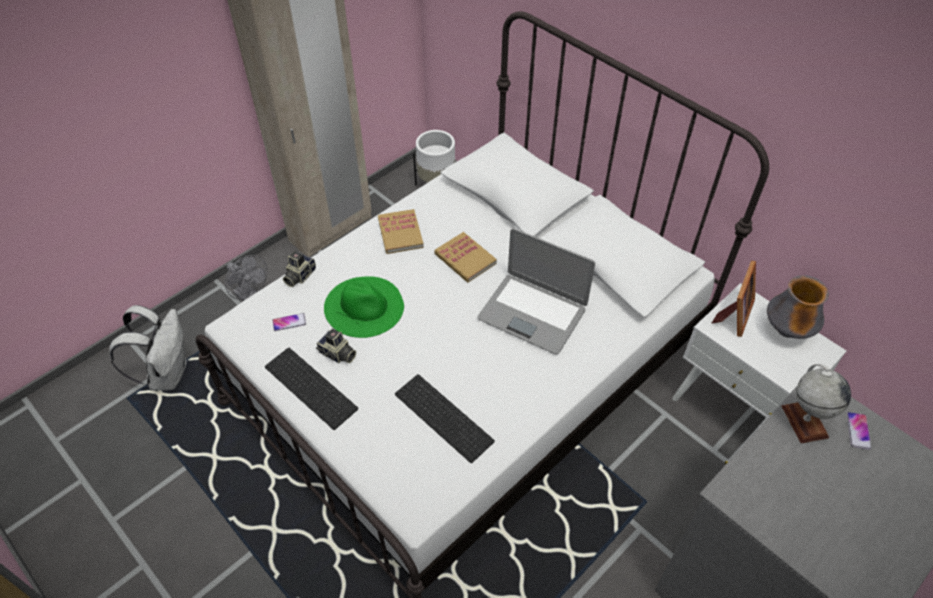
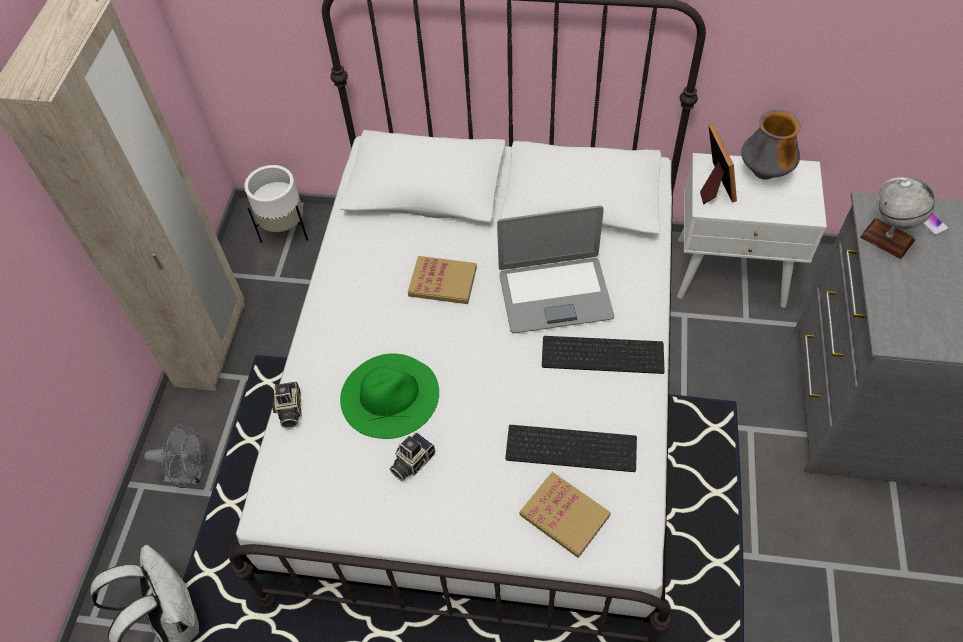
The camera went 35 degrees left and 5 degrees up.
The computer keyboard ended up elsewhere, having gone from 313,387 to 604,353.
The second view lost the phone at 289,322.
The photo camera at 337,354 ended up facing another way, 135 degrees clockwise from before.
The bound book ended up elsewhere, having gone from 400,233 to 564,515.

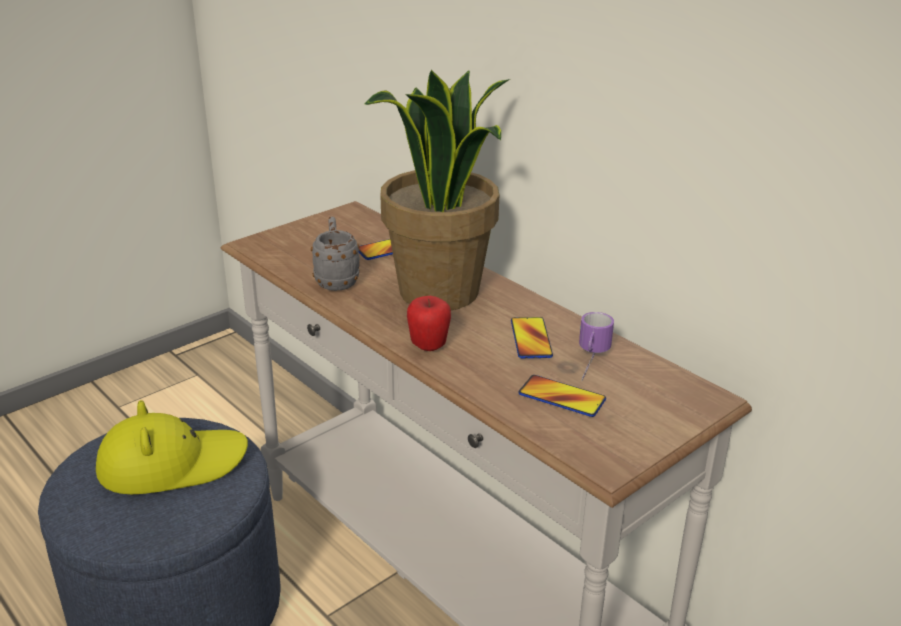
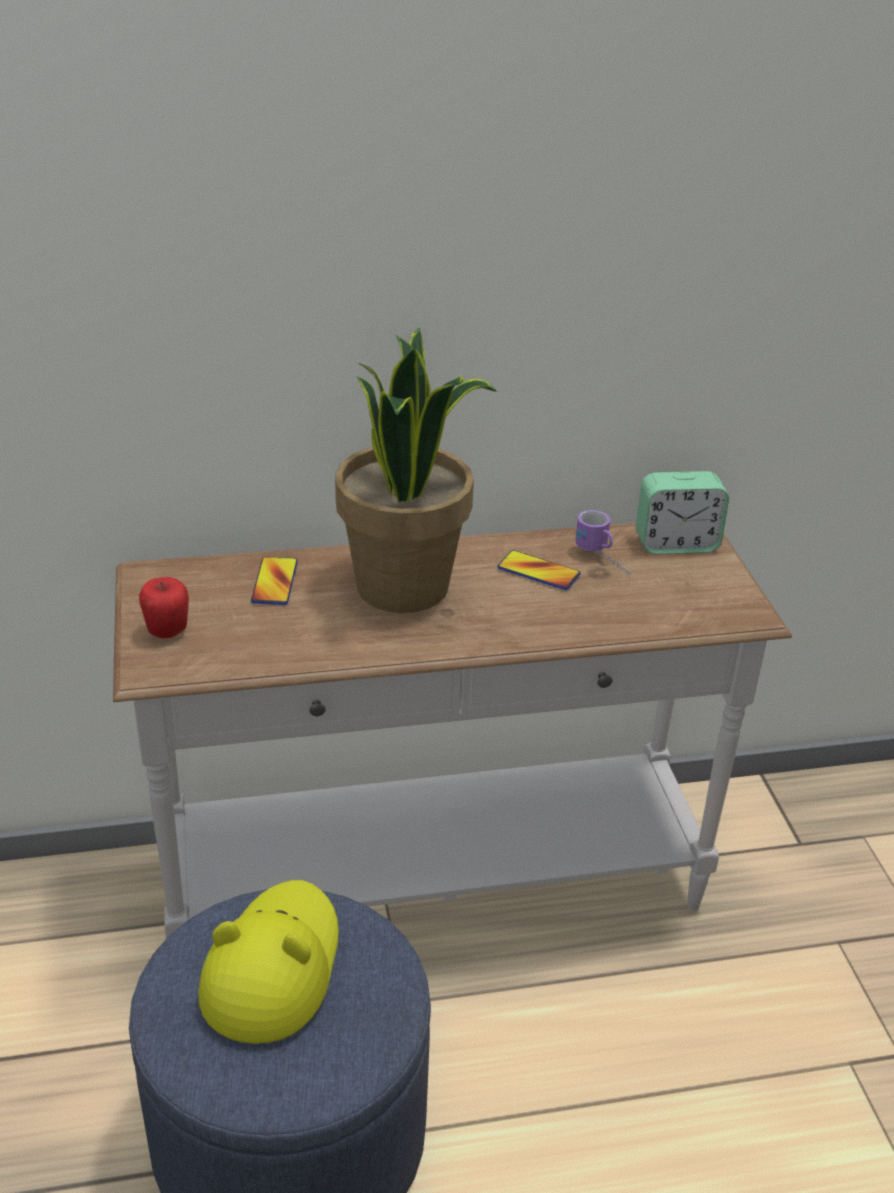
The camera went 60 degrees left and 5 degrees up.
The second view lost the tea mug in greyish at 336,279.
The apple ended up elsewhere, having gone from 428,346 to 167,632.
The second view lost the phone at 561,397.
The second view gained the table clock at 676,544.

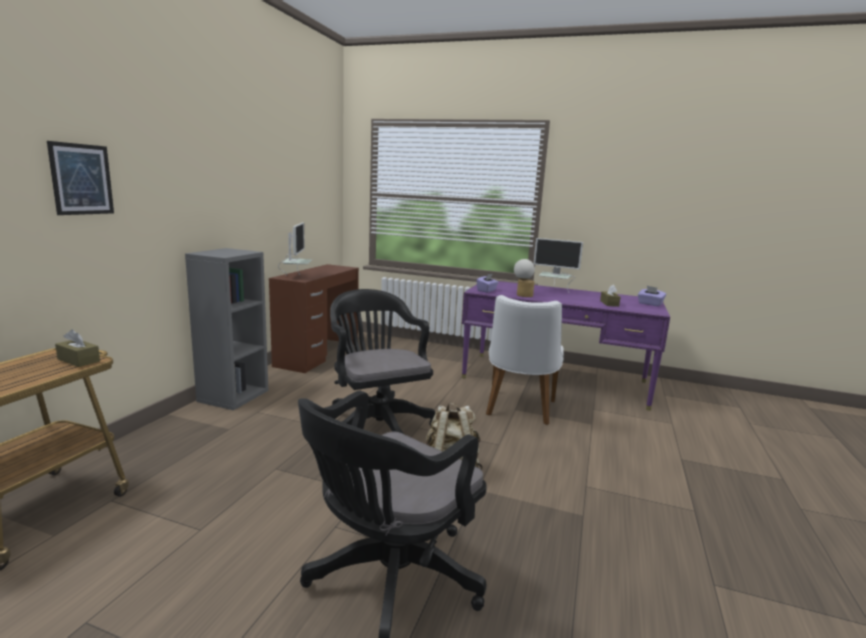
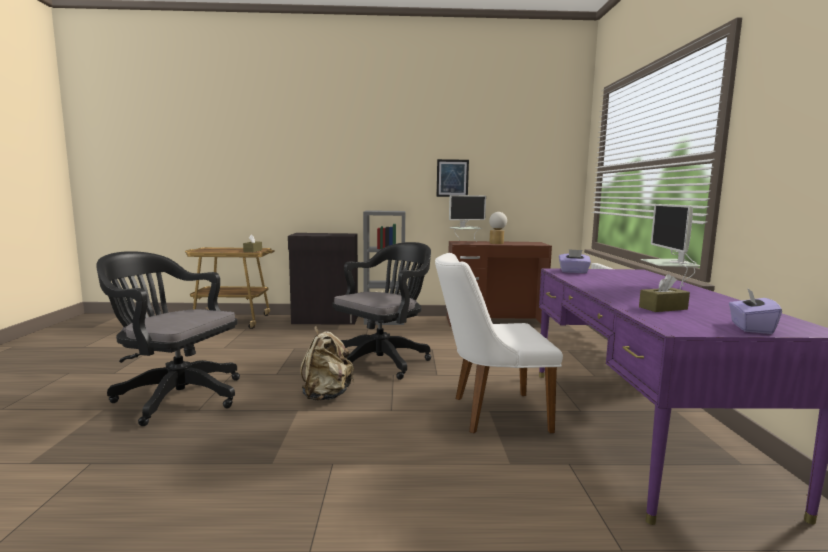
The camera went 70 degrees right and 5 degrees down.
The wall picture ended up elsewhere, having gone from 82,179 to 452,178.
The lamp for a table ended up elsewhere, having gone from 522,295 to 497,243.
The second view gained the cupboard in black at 326,320.

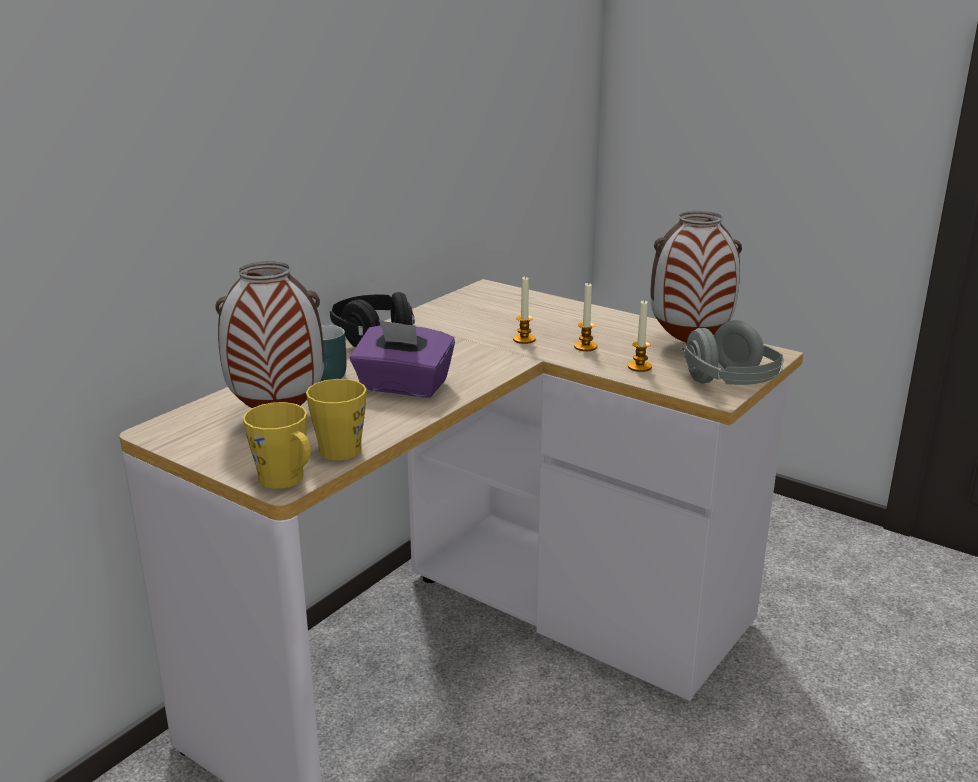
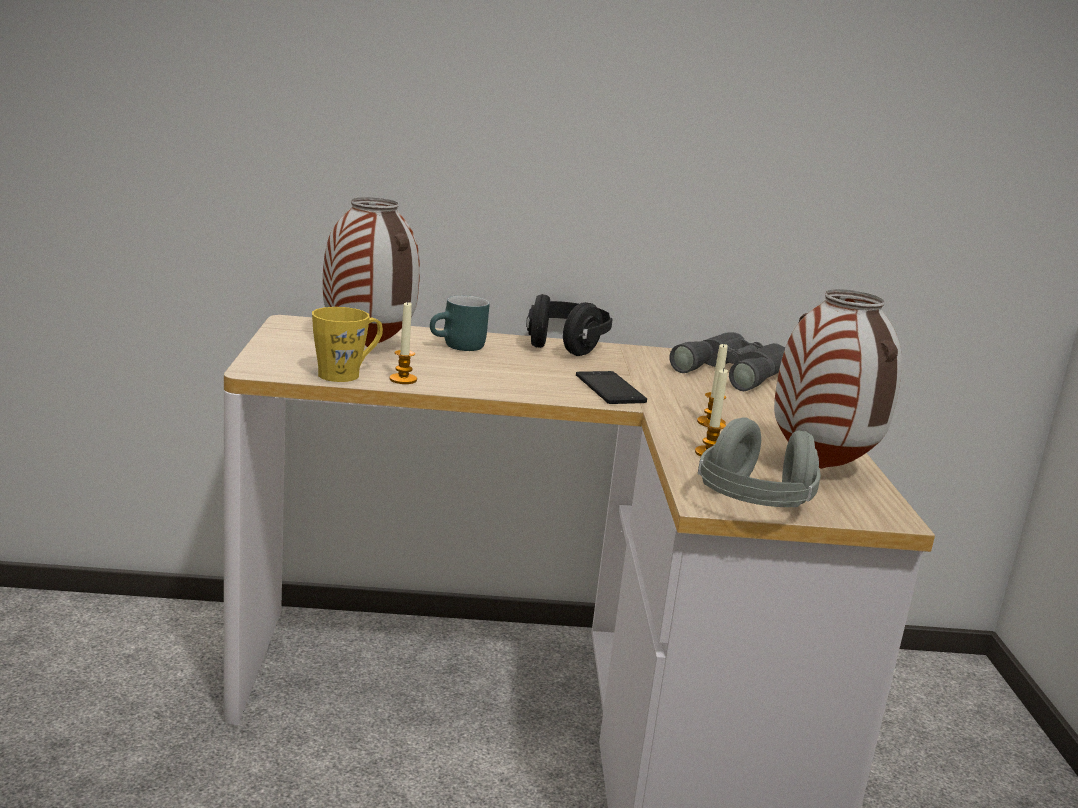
The camera went 50 degrees right and 5 degrees down.
The second view lost the tea mug in yellow at 286,480.
The second view lost the tissue holder in purple-coloured at 403,386.
The candle ended up elsewhere, having gone from 524,339 to 403,379.
The second view gained the phone at 610,389.
The second view gained the binoculars in greyish at 735,371.

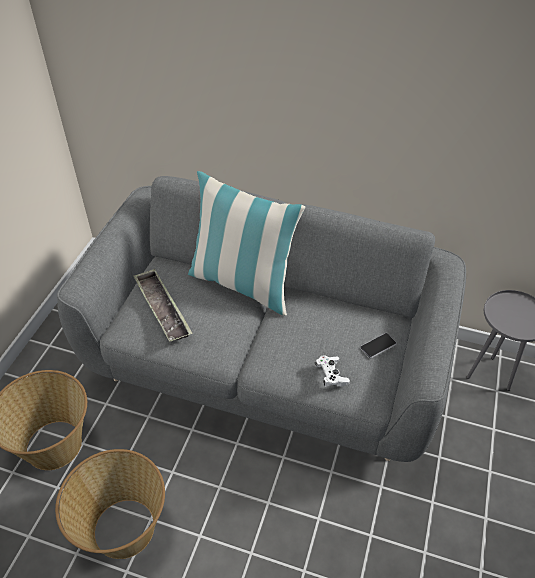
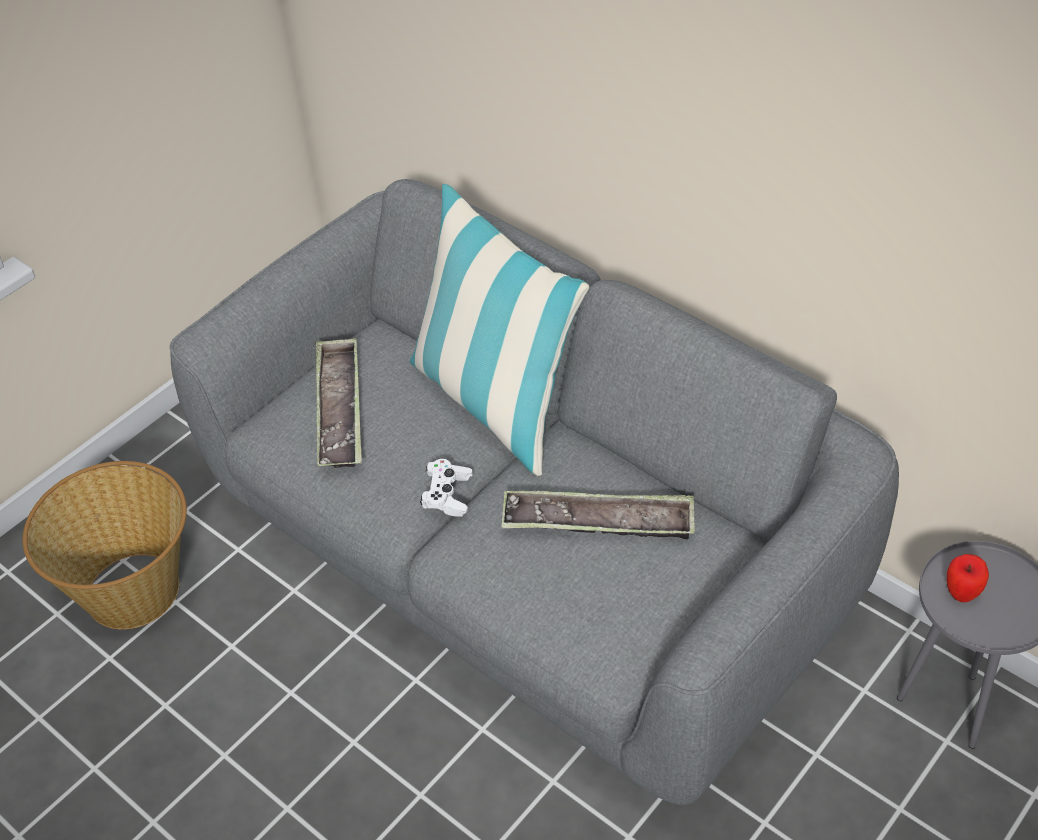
The camera went 25 degrees right and 0 degrees up.
The second view lost the household basket at 123,528.
The joypad in white-coloured ended up elsewhere, having gone from 331,375 to 447,495.
The second view lost the phone at 378,346.
The second view gained the tray at 598,522.
The second view gained the apple at 961,593.

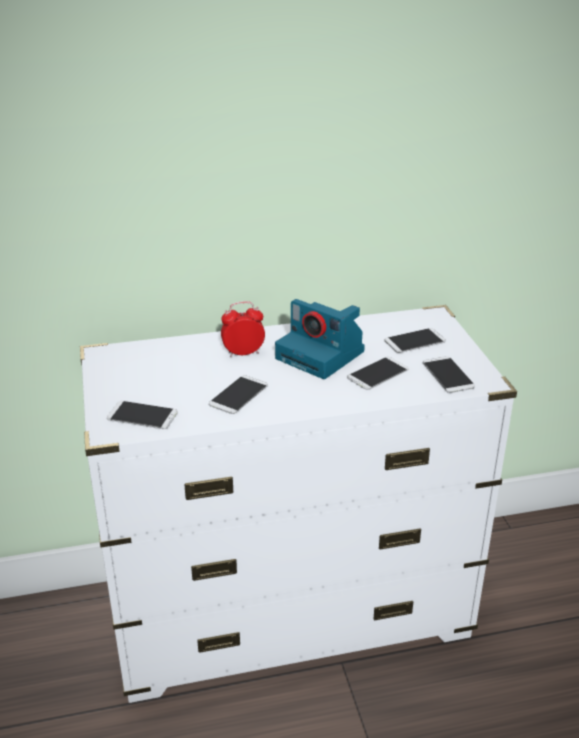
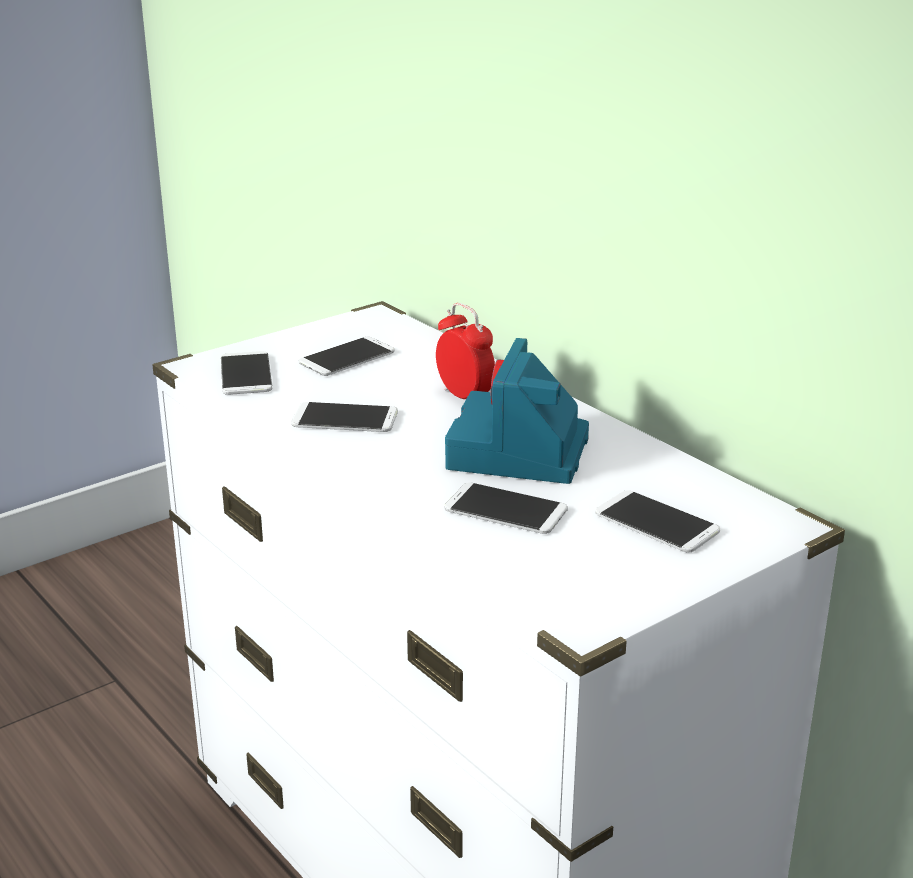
The camera went 65 degrees right and 5 degrees down.
The phone ended up elsewhere, having gone from 448,375 to 347,358.

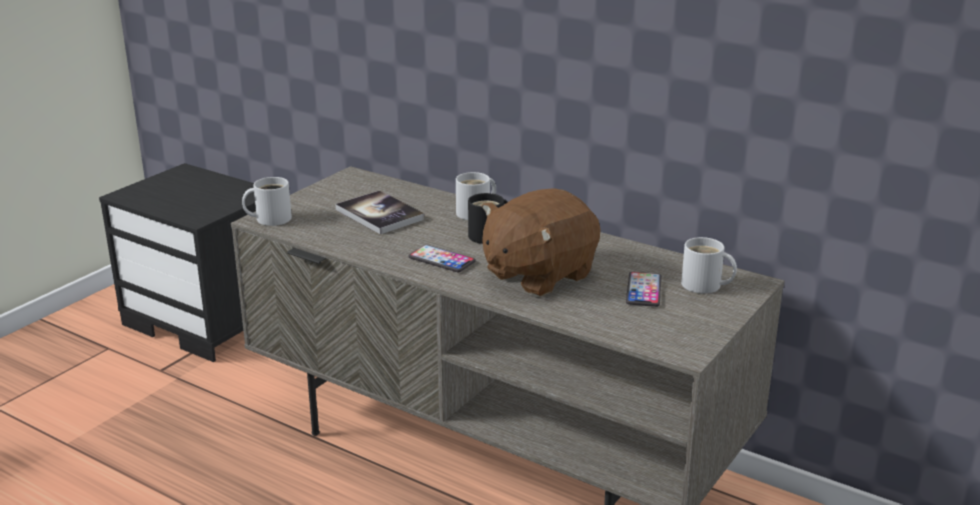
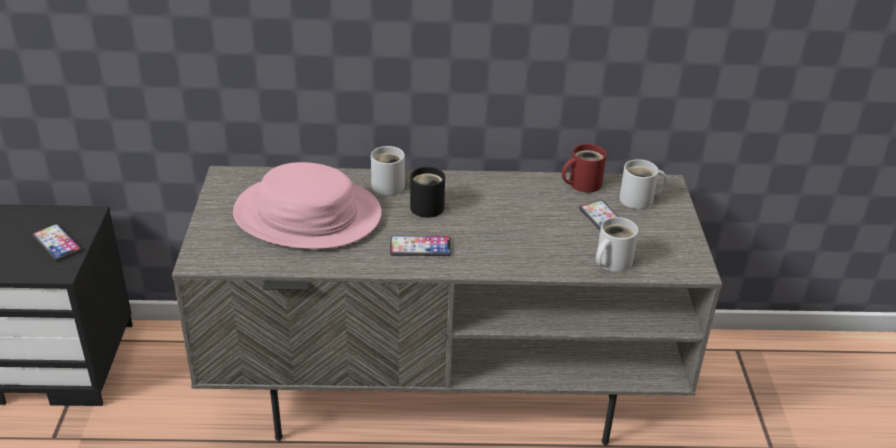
The camera went 35 degrees left and 10 degrees up.
The tea mug in white-coloured ended up elsewhere, having gone from 270,218 to 610,261.
Where the bound book stood at 379,214, the wearable hat in pink came to stand at 307,215.
The second view lost the soft toy in brown-coloured at 537,275.
The second view gained the phone at 57,243.
The second view gained the tea mug in reddish at 581,183.

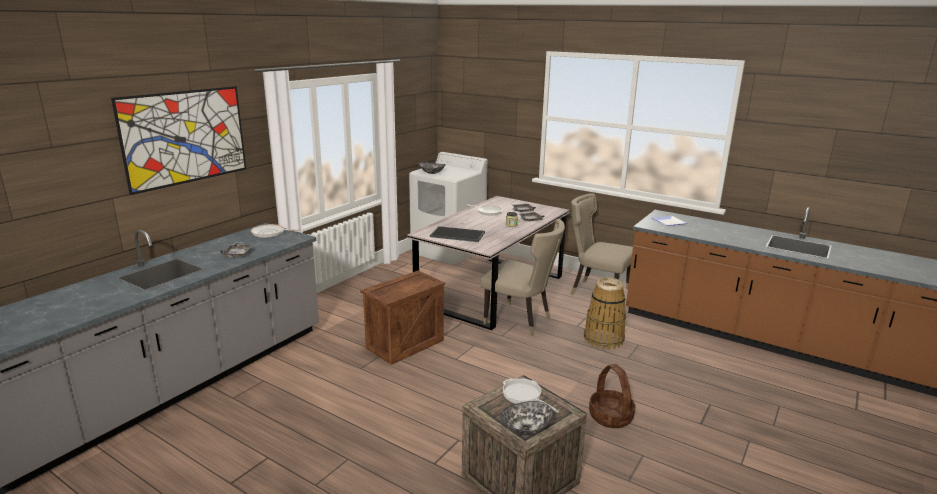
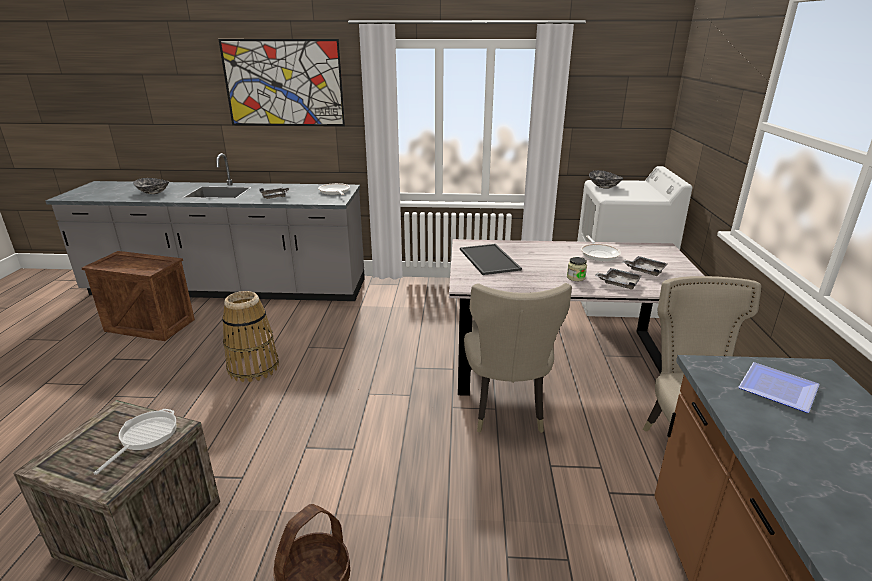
The camera went 60 degrees right and 5 degrees up.
The crate ended up elsewhere, having gone from 405,344 to 151,325.
The deep dish ended up elsewhere, having gone from 525,429 to 153,192.
The household basket ended up elsewhere, having gone from 603,339 to 254,368.

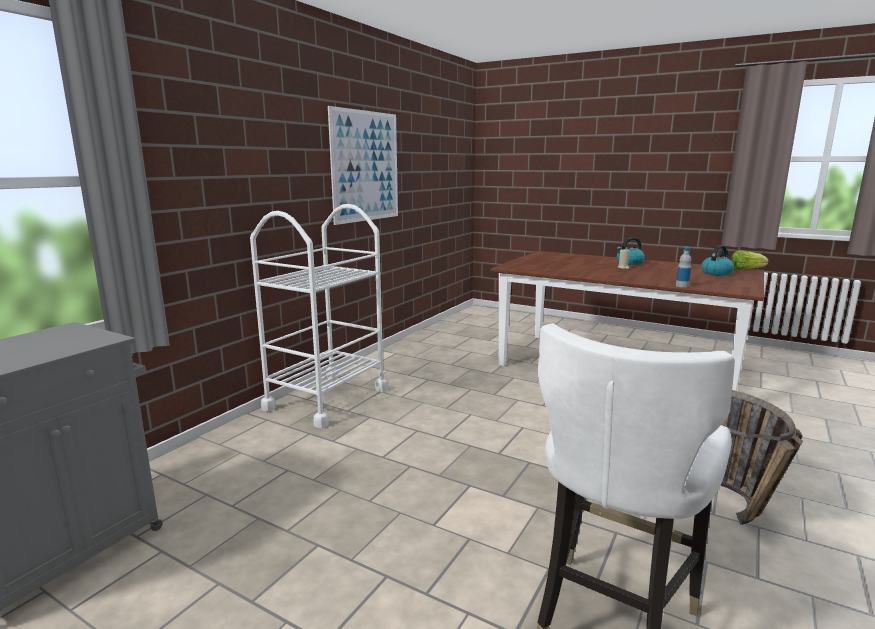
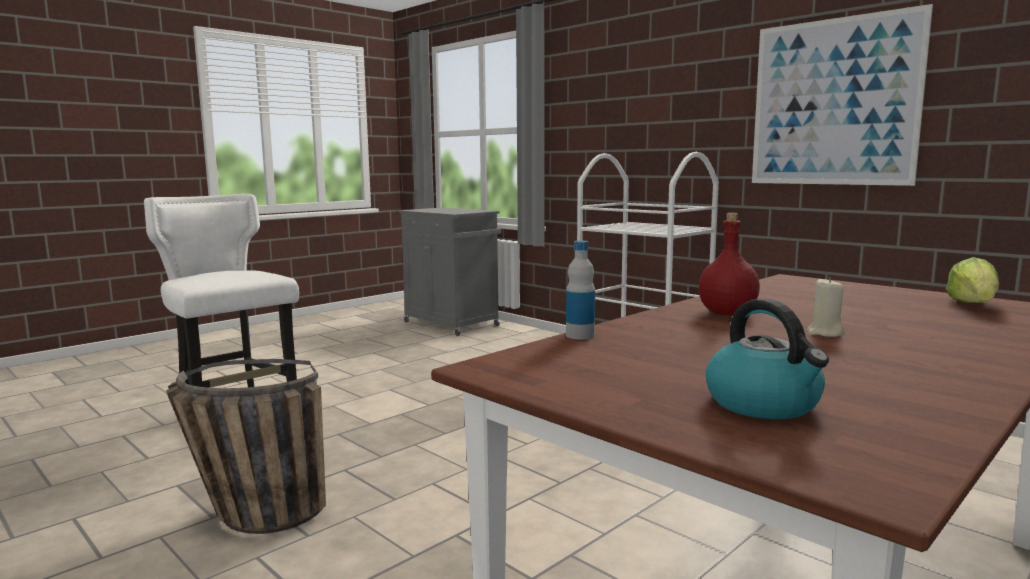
The camera went 105 degrees right and 5 degrees down.
The second view lost the water kettle at 629,263.
The lettuce ended up elsewhere, having gone from 745,270 to 973,306.
The second view gained the bottle in reddish at 726,313.

